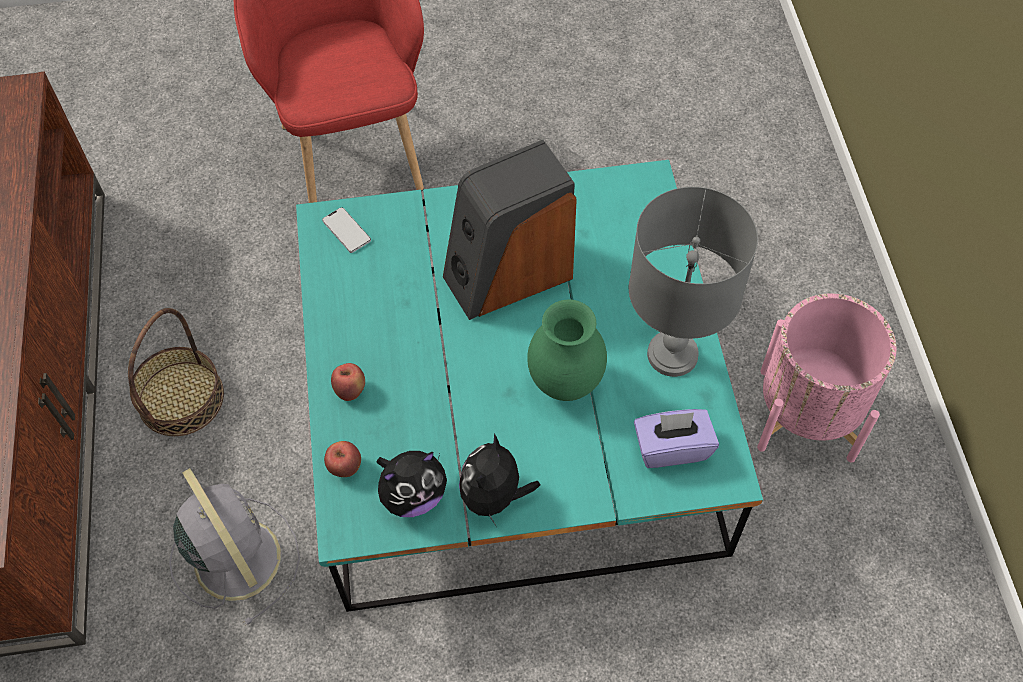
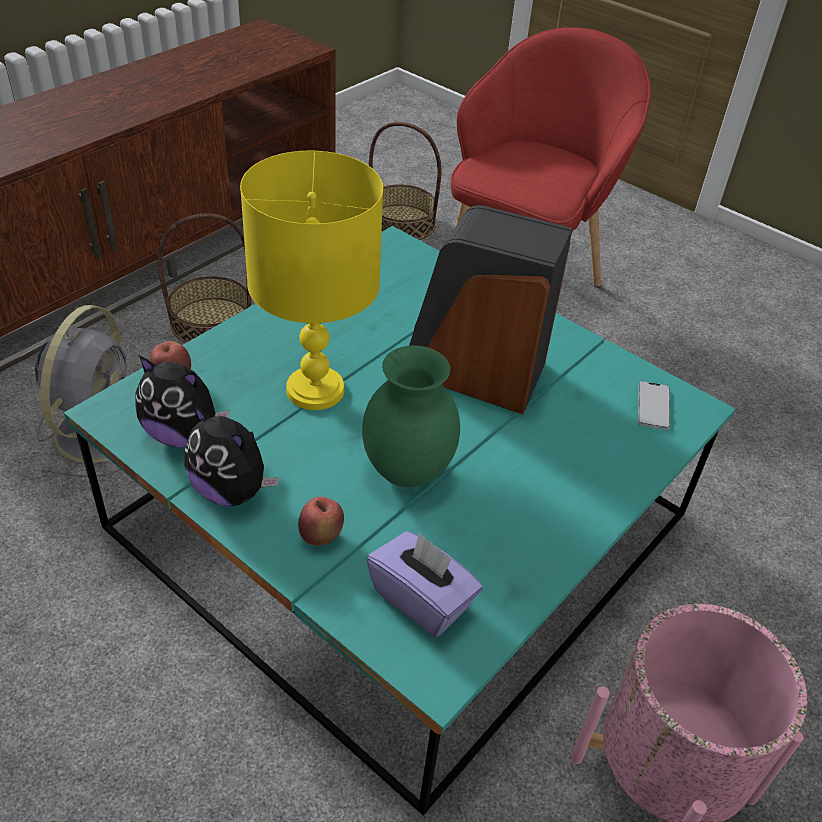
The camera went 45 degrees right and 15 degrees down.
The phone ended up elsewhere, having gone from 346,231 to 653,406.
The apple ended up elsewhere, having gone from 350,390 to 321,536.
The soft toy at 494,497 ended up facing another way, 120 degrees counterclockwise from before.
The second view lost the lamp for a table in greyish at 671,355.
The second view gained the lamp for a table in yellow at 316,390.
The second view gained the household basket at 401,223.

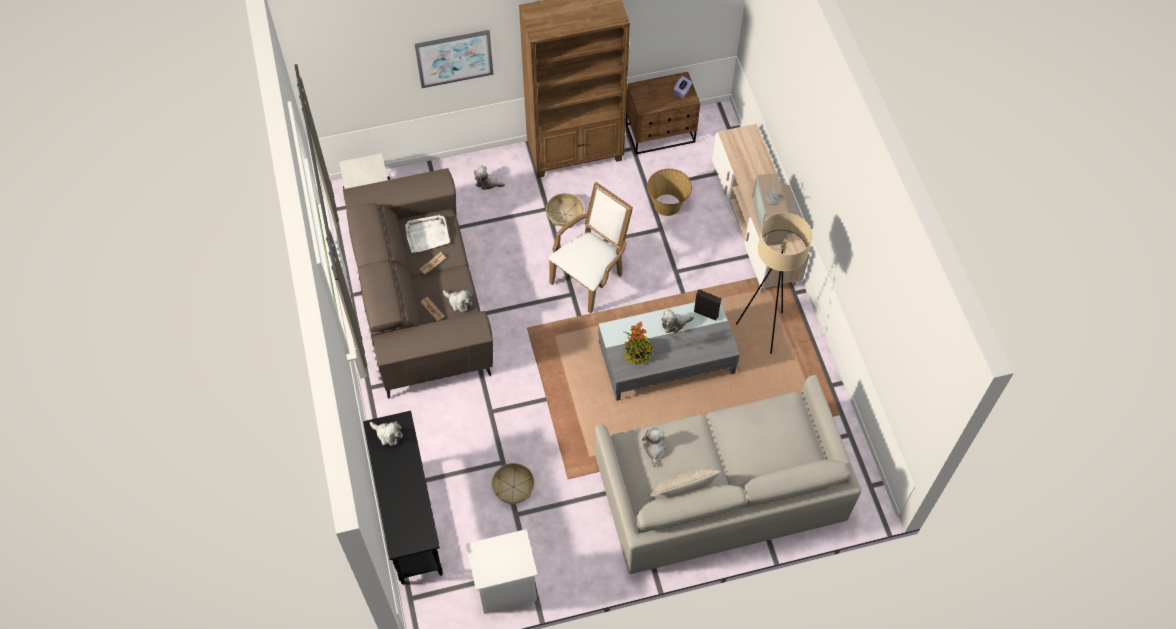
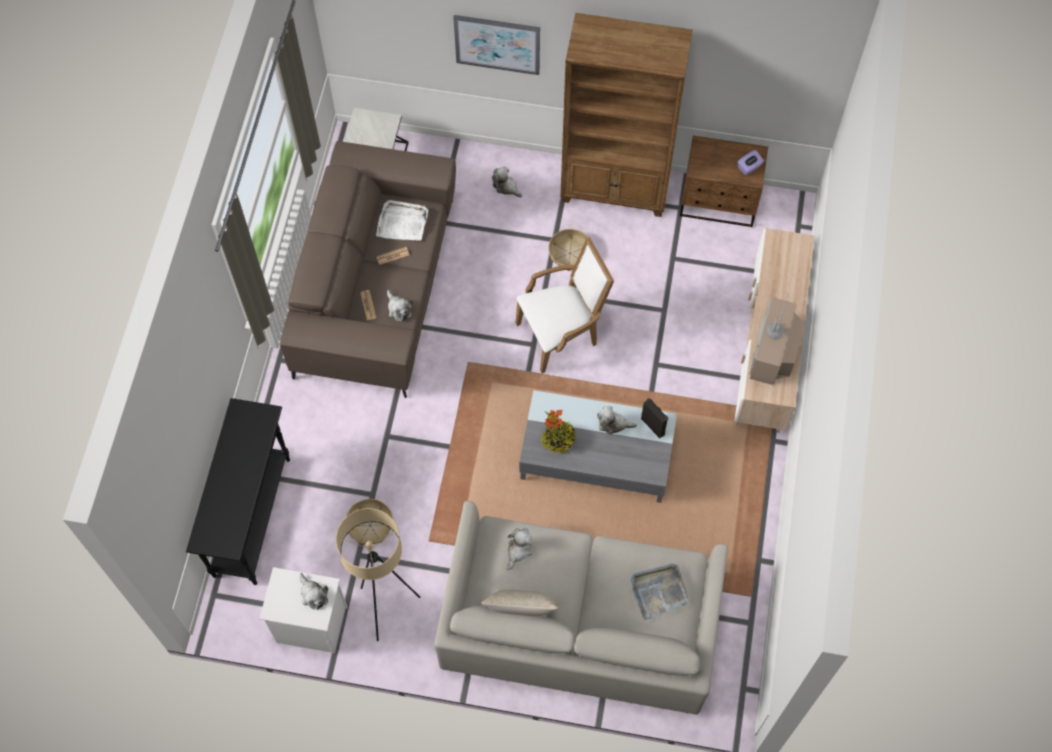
The camera went 25 degrees right and 5 degrees up.
The soft toy ended up elsewhere, having gone from 388,434 to 313,594.
The second view lost the household basket at 667,205.
The floor lamp in beige ended up elsewhere, having gone from 763,329 to 387,608.
The second view gained the tray in greyish at 659,592.

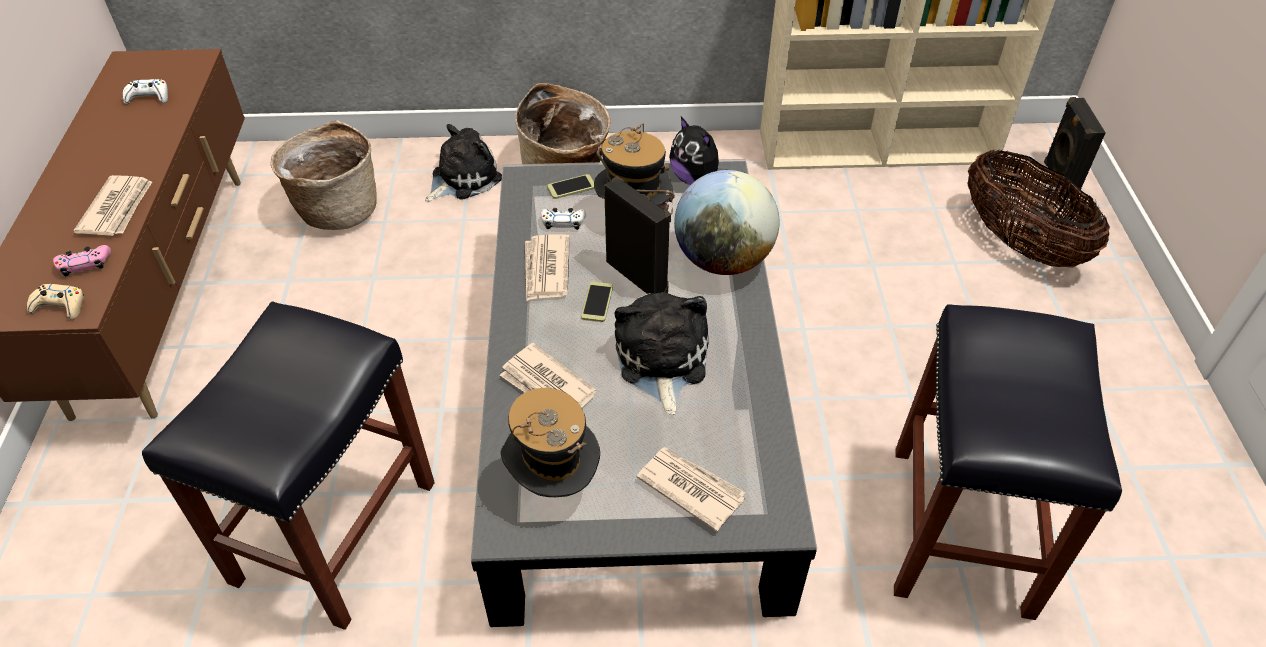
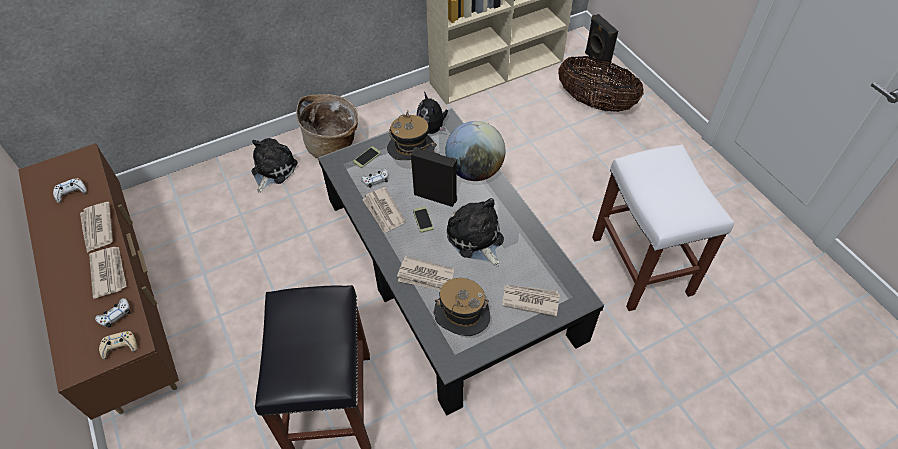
The camera went 25 degrees left and 5 degrees up.
What was the joypad in pink at 85,264 turned into the joypad in white-coloured at 115,315.
The second view lost the household basket at 337,208.
The soft toy at 695,179 ended up facing another way, 45 degrees clockwise from before.
What was the sitting stool in black at 962,532 turned into the sitting stool in white-coloured at 642,266.
The second view gained the newspaper at 97,228.

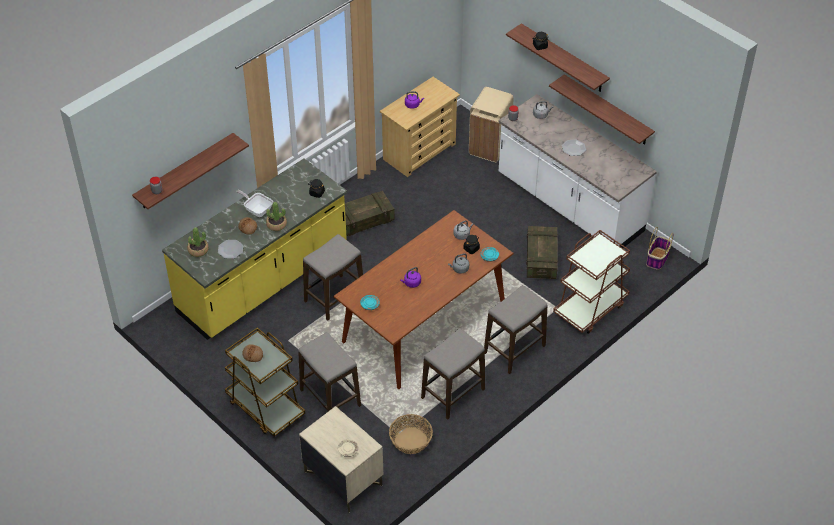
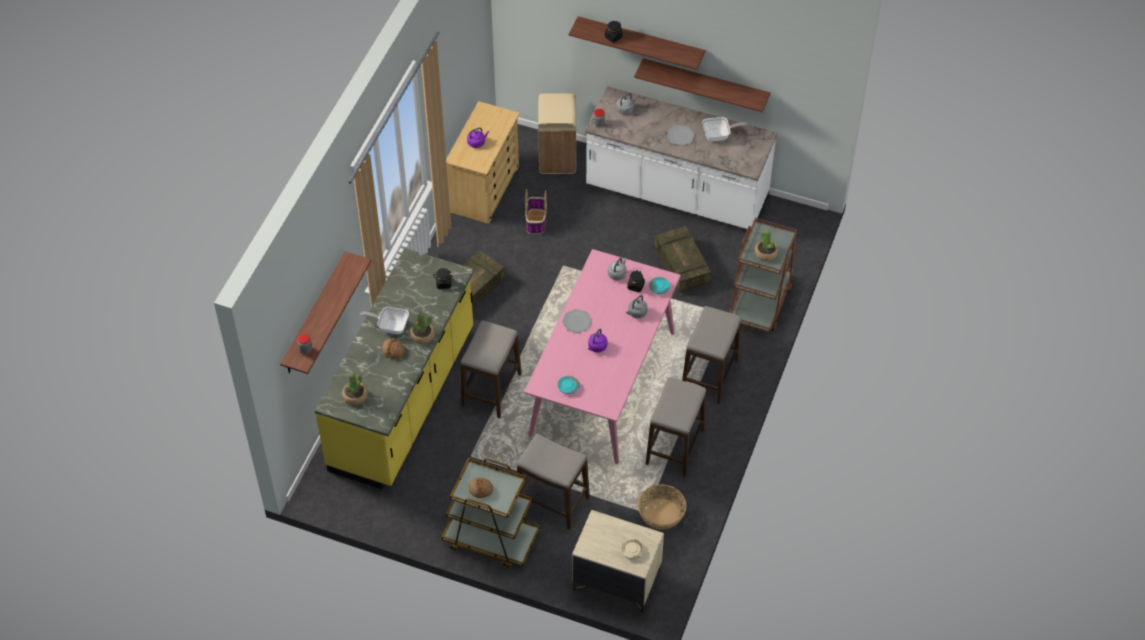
The camera went 25 degrees left and 5 degrees up.
The plate ended up elsewhere, having gone from 230,249 to 576,321.
What was the dining table in brown-coloured at 424,325 turned into the dining table in pink at 603,384.
The household basket ended up elsewhere, having gone from 657,259 to 536,222.
The second view gained the skillet at 719,135.
The second view gained the houseplant at 766,253.

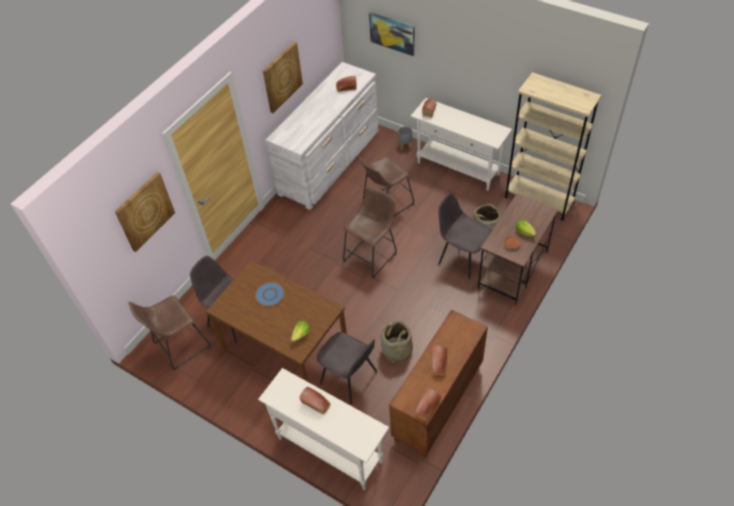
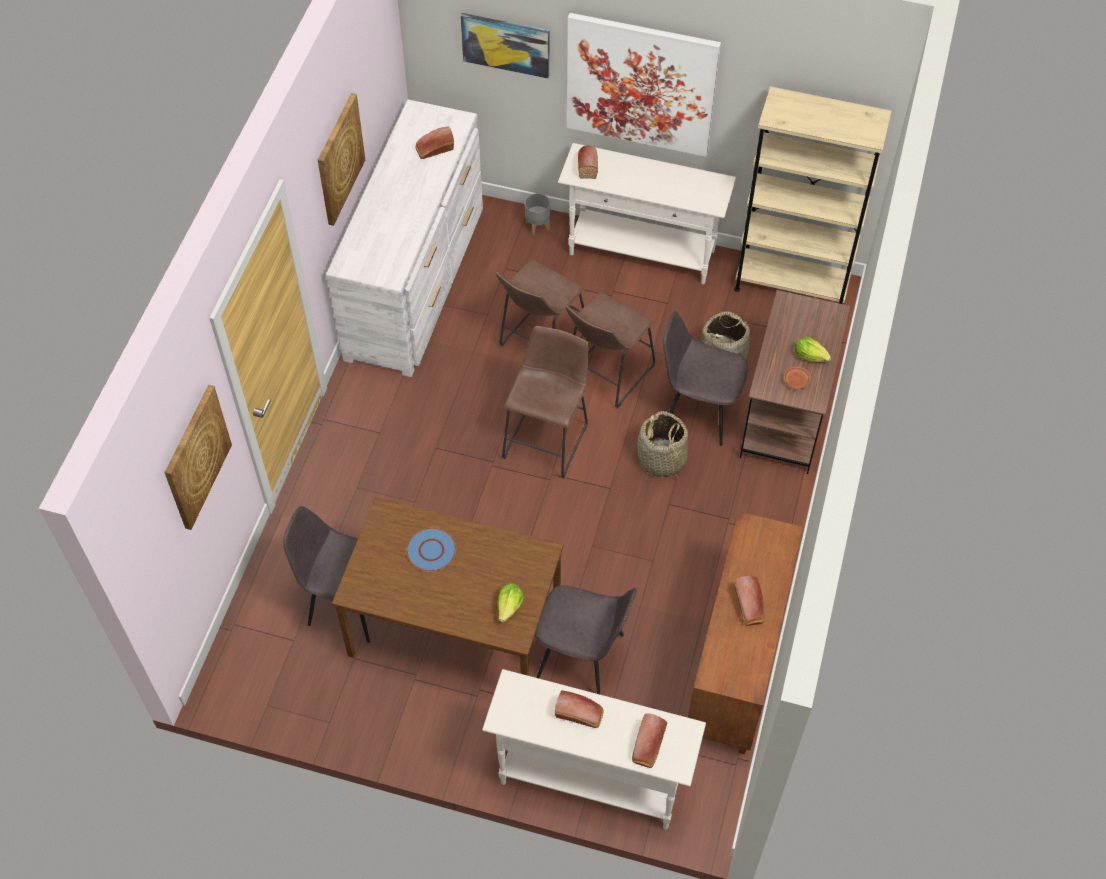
The camera went 20 degrees left and 5 degrees up.
The sitting stool in brown-coloured ended up elsewhere, having gone from 179,346 to 606,374.
The household basket ended up elsewhere, having gone from 397,350 to 662,459.
The bakery bread ended up elsewhere, having gone from 427,409 to 647,746.
The second view gained the wall picture at 641,84.

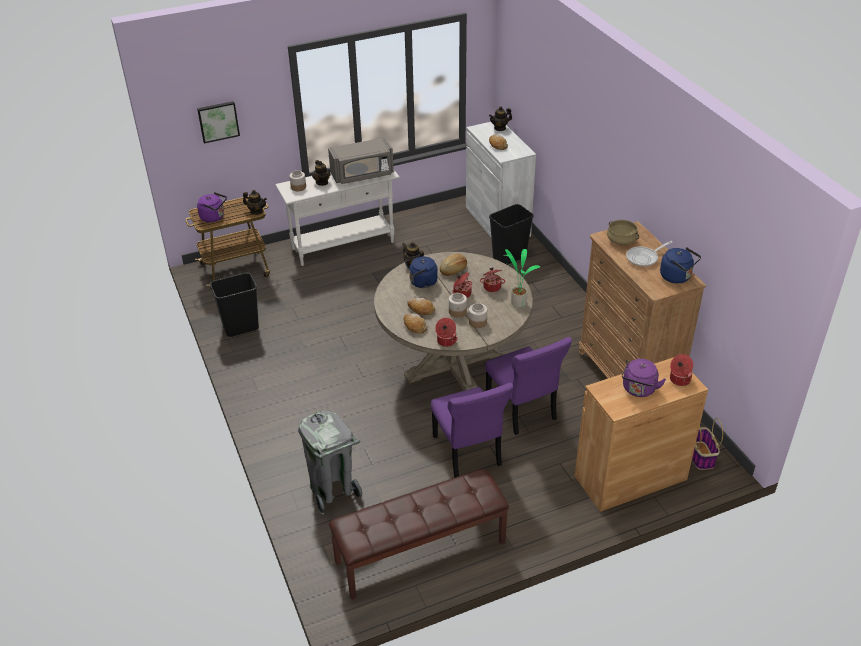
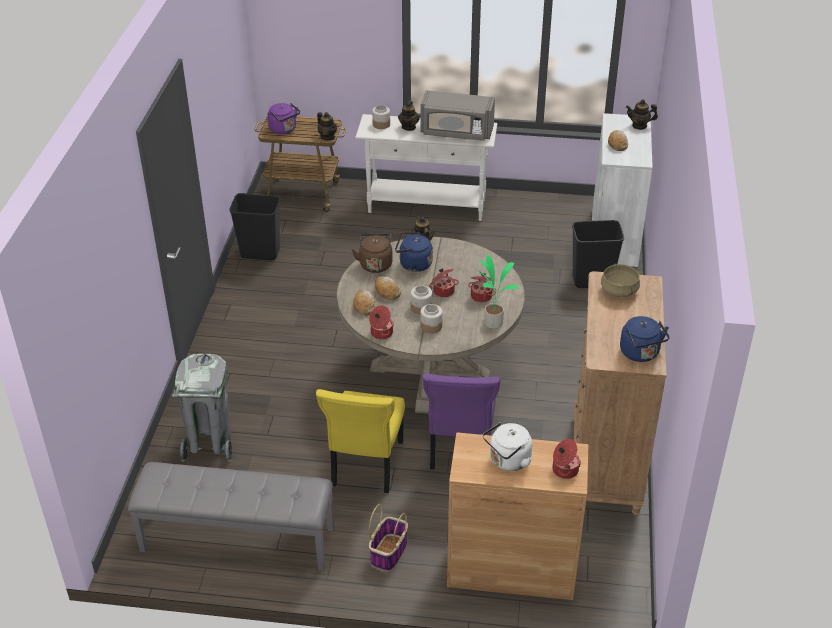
The camera went 30 degrees right and 0 degrees up.
The second view lost the wall picture at 218,121.
What was the long seat in brown-coloured at 420,553 turned into the long seat in greyish at 237,540.
What was the plain chair in purple-coloured at 468,453 turned into the plain chair in yellow at 366,466.
The second view lost the bakery bread at 454,270.
What was the water kettle in purple-coloured at 638,390 turned into the water kettle in white-coloured at 508,461.
The second view lost the skillet at 644,258.
The household basket ended up elsewhere, having gone from 700,455 to 389,552.
The second view gained the water kettle in brown-coloured at 375,264.

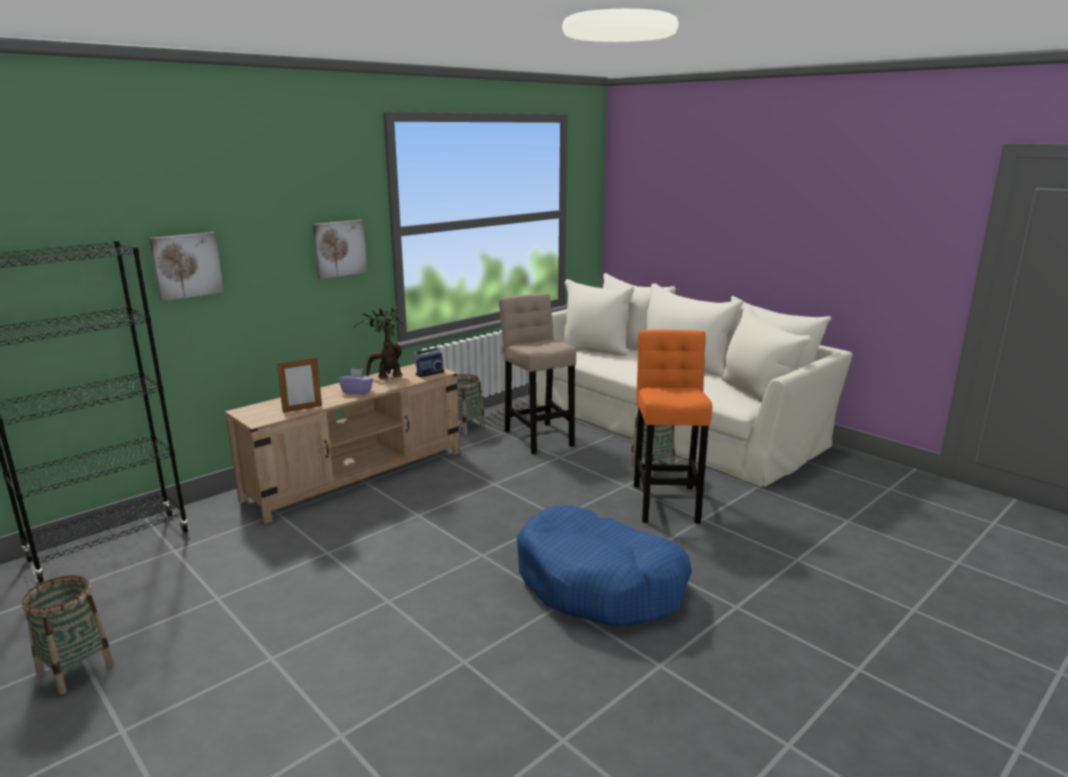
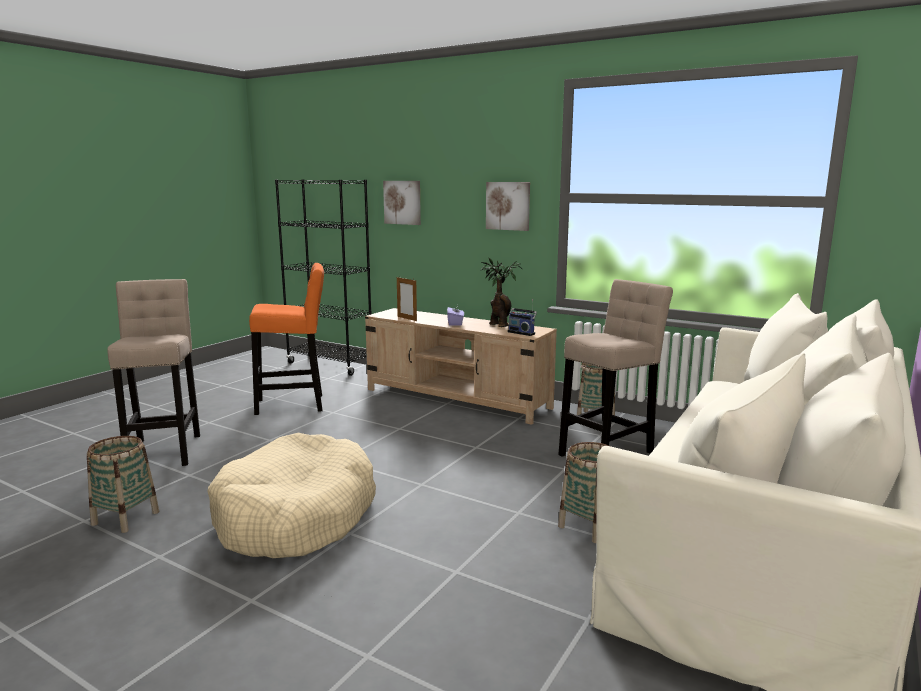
The camera went 75 degrees right and 5 degrees down.
The household basket ended up elsewhere, having gone from 76,669 to 125,518.
What was the pet bed in bluish at 599,583 turned into the pet bed in beige at 296,516.
The sitting stool in orangey ended up elsewhere, having gone from 666,501 to 294,405.
The second view gained the sitting stool in beige at 165,450.

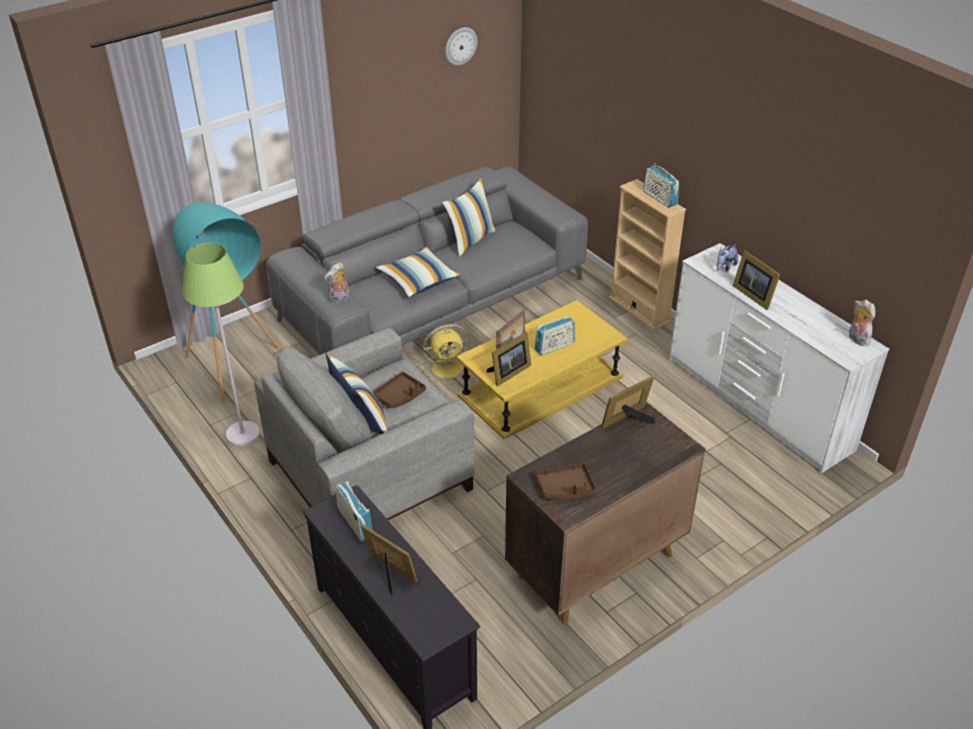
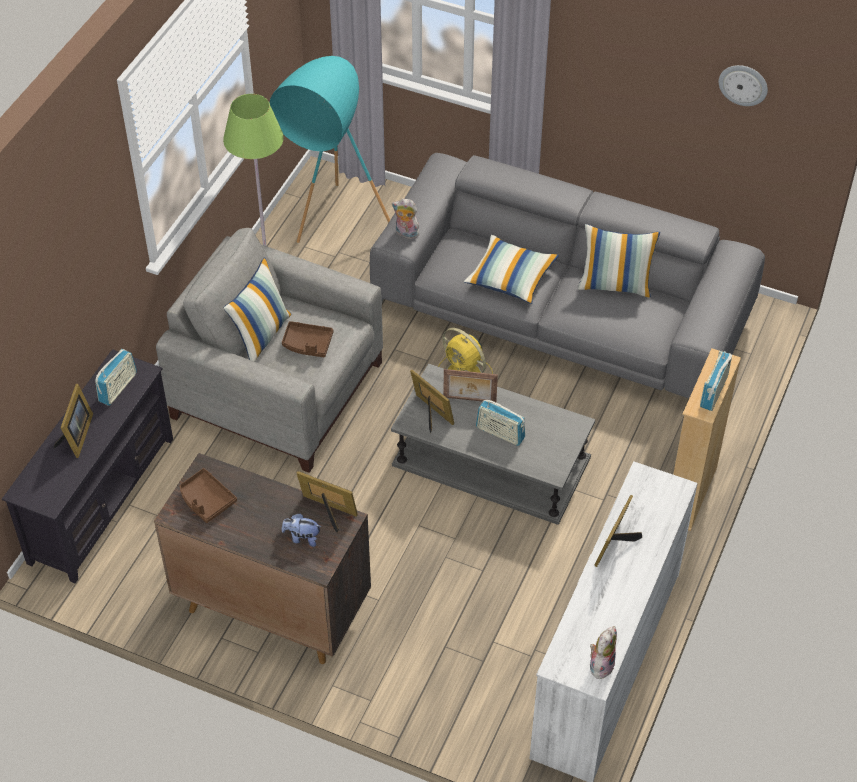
The camera went 60 degrees right and 10 degrees up.
What was the lounge table in yellow at 541,386 turned into the lounge table in greyish at 492,461.
The standing frame at 508,373 ended up facing another way, 150 degrees counterclockwise from before.
The soft toy ended up elsewhere, having gone from 724,267 to 302,538.

